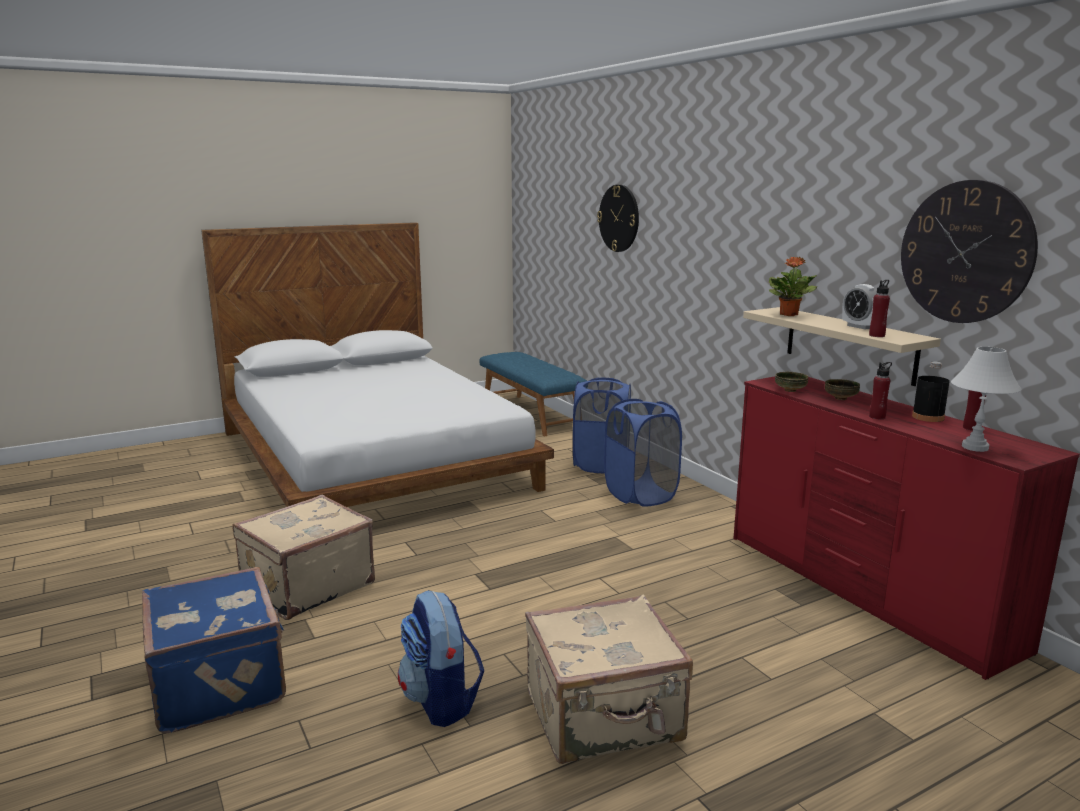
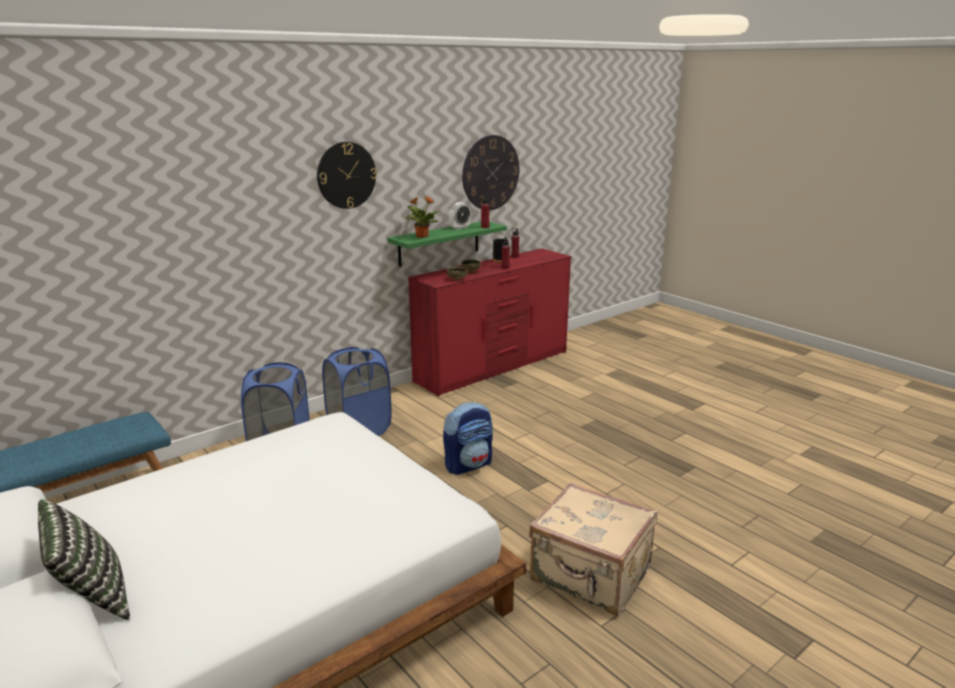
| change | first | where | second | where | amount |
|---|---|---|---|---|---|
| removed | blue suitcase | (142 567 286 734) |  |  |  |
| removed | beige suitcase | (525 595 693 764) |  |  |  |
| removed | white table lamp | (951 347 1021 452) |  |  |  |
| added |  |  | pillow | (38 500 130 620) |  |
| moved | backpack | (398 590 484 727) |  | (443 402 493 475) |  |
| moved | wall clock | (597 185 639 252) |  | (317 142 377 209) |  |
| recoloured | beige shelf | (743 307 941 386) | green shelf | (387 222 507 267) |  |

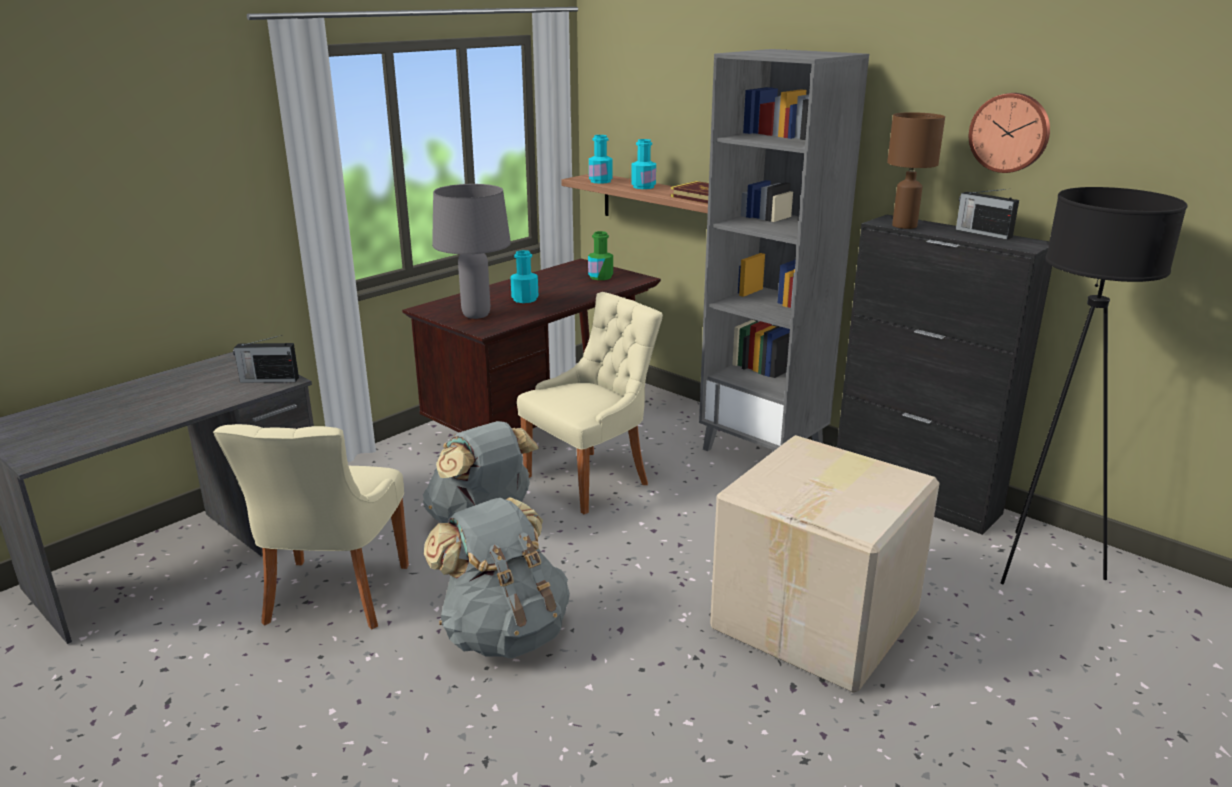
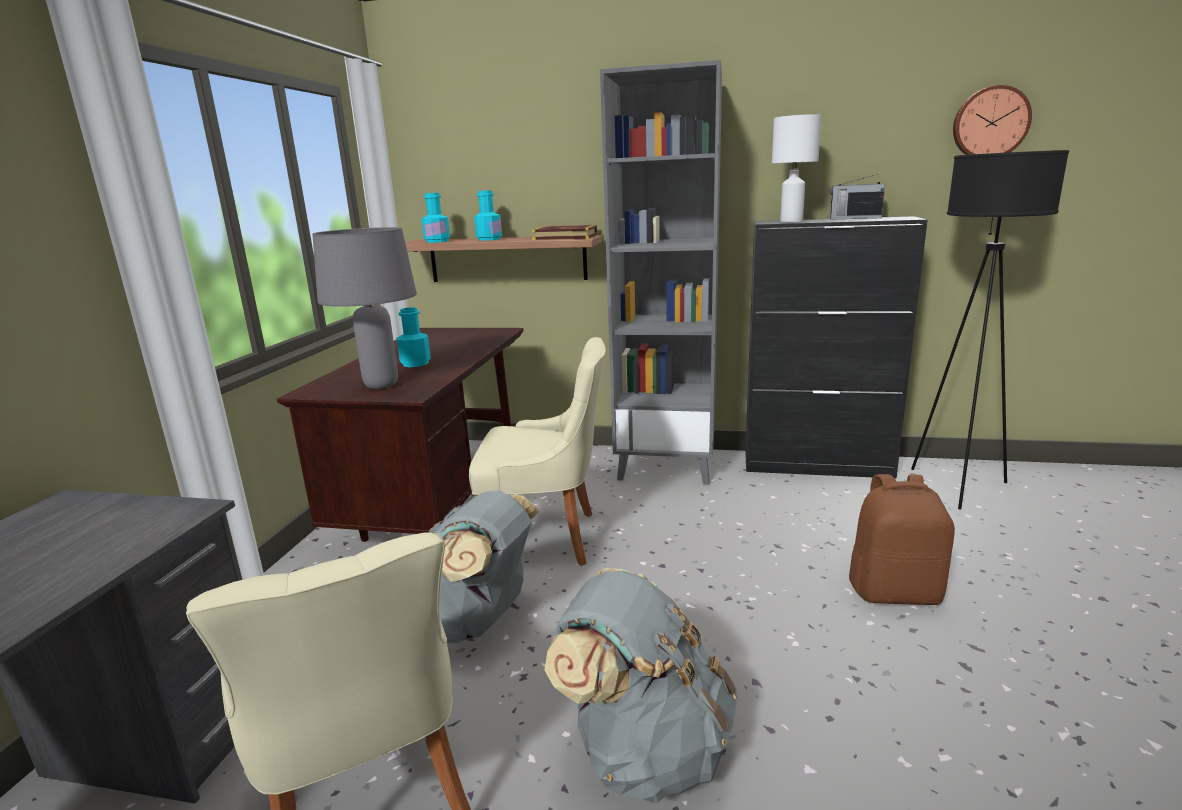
| change | first | where | second | where | amount |
|---|---|---|---|---|---|
| removed | radio | (233 335 299 383) |  |  |  |
| removed | green bottle | (588 231 613 280) |  |  |  |
| moved | wall clock | (969 93 1050 173) |  | (953 85 1032 155) |  |
| replaced | cardboard box | (710 435 940 693) | brown backpack | (849 474 955 605) |  |
| recoloured | brown table lamp | (887 112 945 229) | white table lamp | (772 114 821 223) |  |
| turned | beige chair | (517 292 663 514) |  | (469 337 606 566) | 75 degrees clockwise |

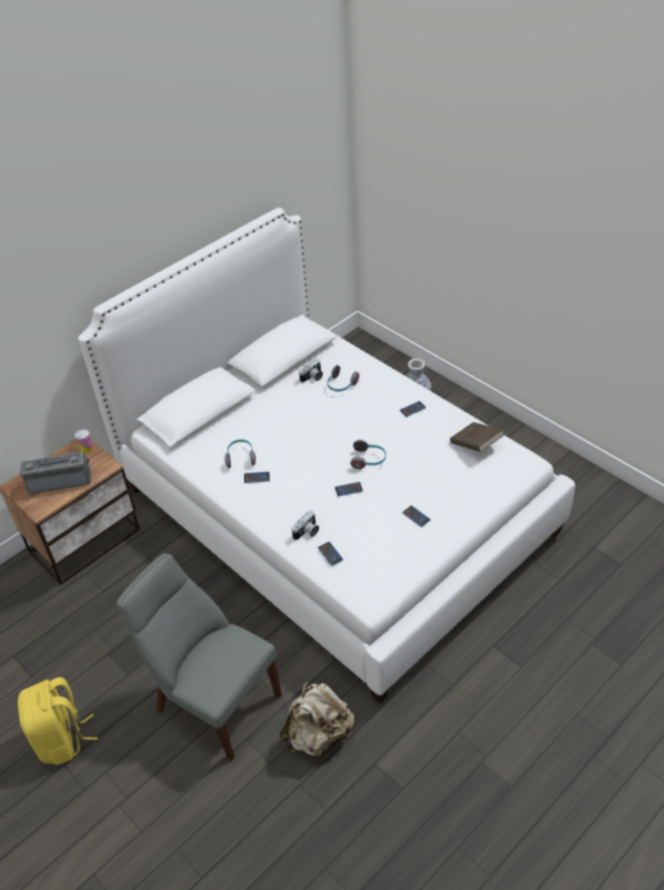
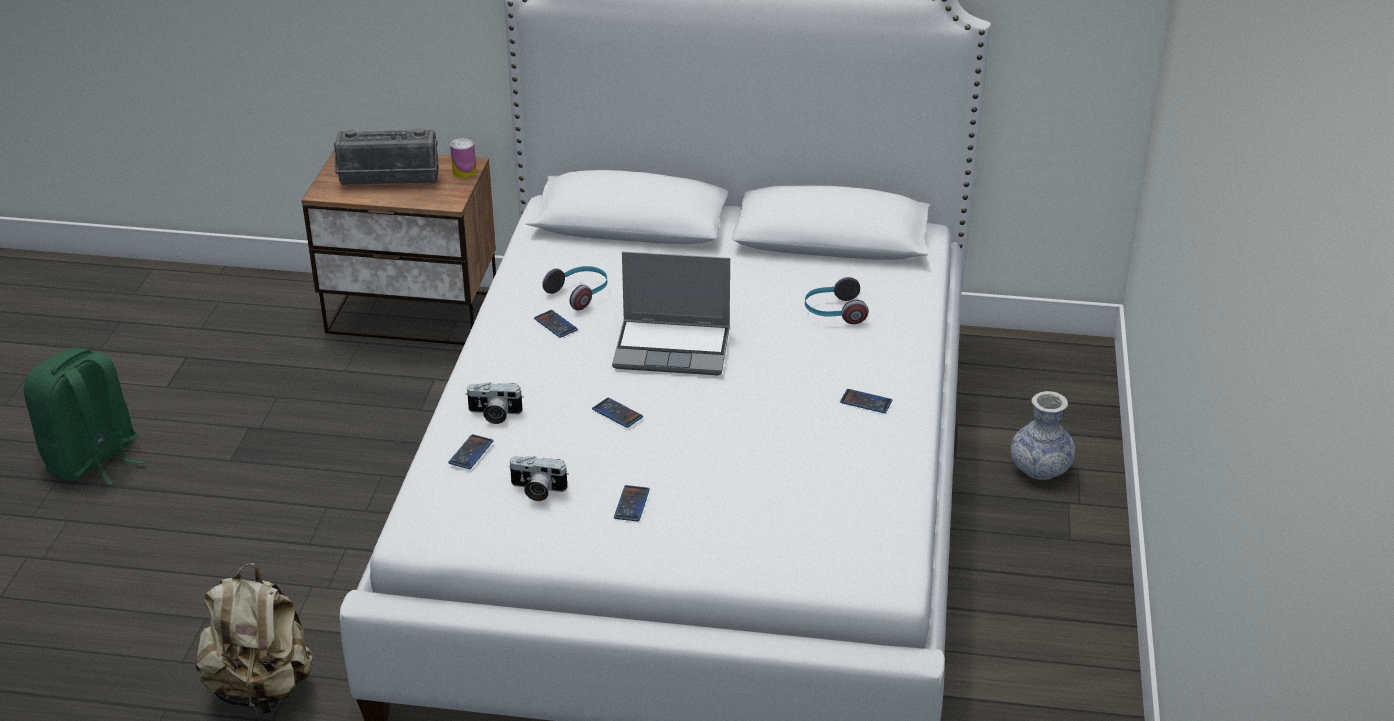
| change | first | where | second | where | amount |
|---|---|---|---|---|---|
| removed | grey chair | (117 553 282 761) |  |  |  |
| removed | headphones | (350 440 386 469) |  |  |  |
| removed | brown book | (450 422 504 452) |  |  |  |
| added |  |  | laptop | (612 252 730 375) |  |
| moved | photo camera | (299 359 323 382) |  | (508 456 568 501) |  |
| recoloured | yellow backpack | (18 677 98 765) | green backpack | (24 347 145 486) |  |
| turned | radio | (20 451 90 494) |  | (334 128 439 185) | 135 degrees clockwise |

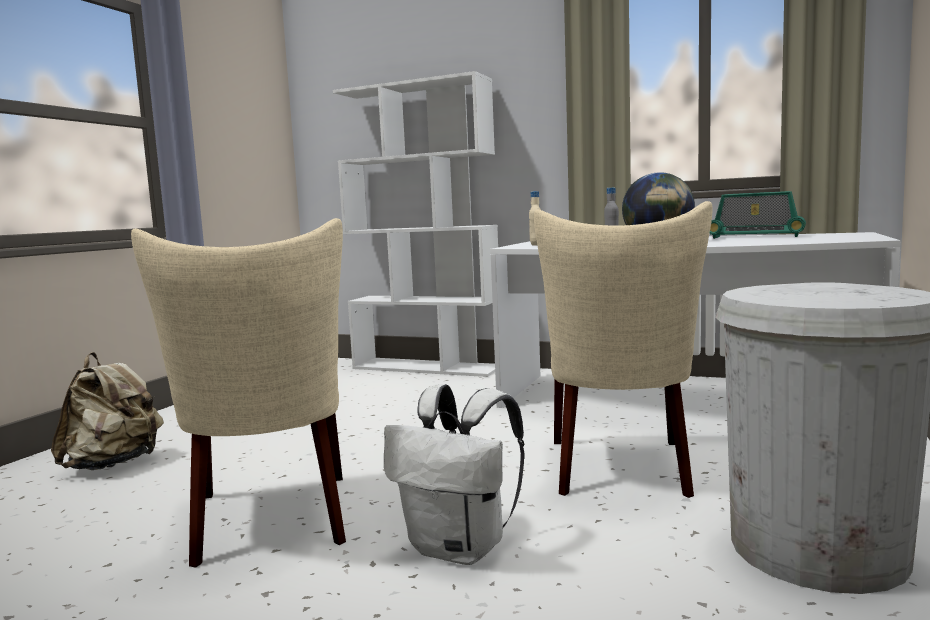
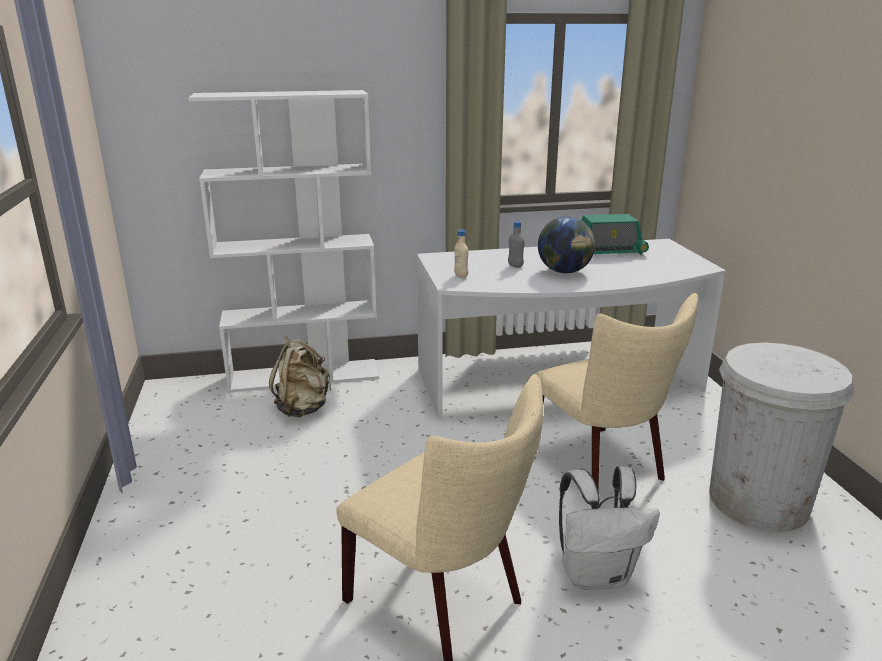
| change | first | where | second | where | amount |
|---|---|---|---|---|---|
| moved | beige backpack | (51 352 164 470) |  | (269 336 331 417) |  |

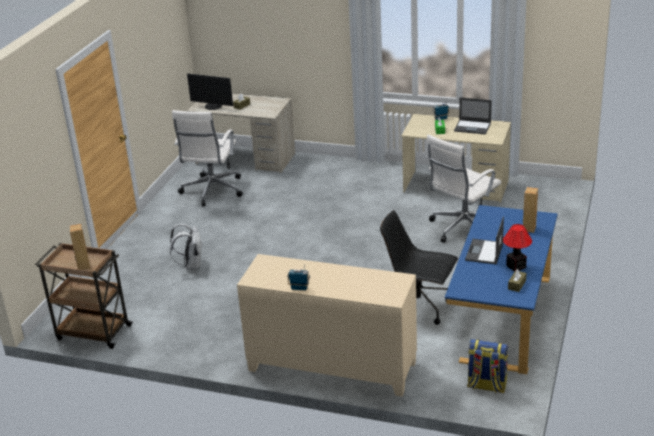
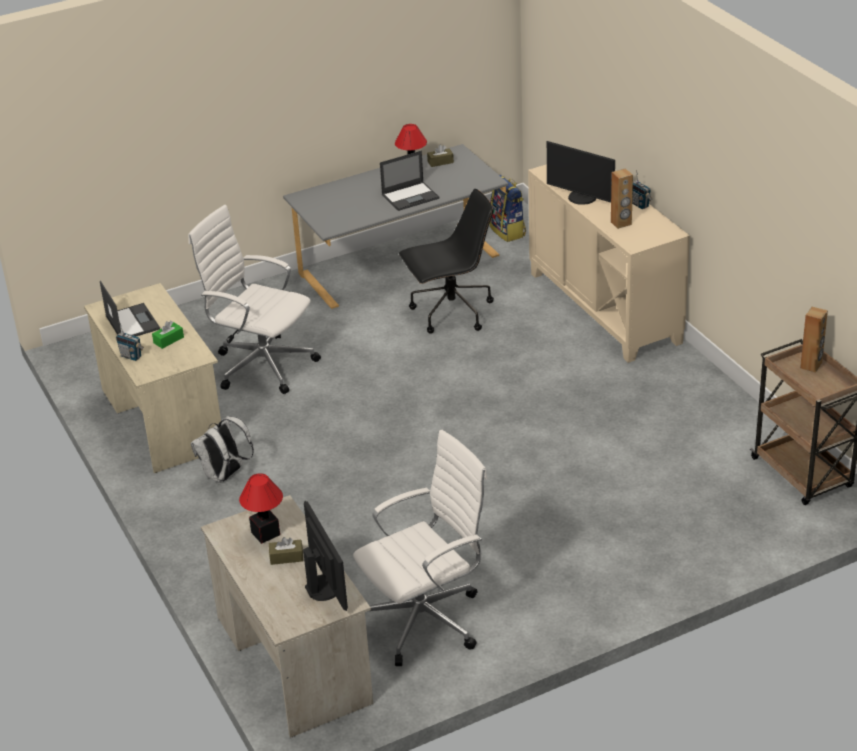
| change | first | where | second | where | amount |
|---|---|---|---|---|---|
| added |  |  | table lamp | (239 473 283 544) |  |
| added |  |  | monitor | (547 141 615 205) |  |
| moved | white backpack | (170 223 202 270) |  | (191 416 254 483) |  |
| moved | brown speaker | (523 187 538 233) |  | (611 169 633 229) |  |
| recoloured | blue desk | (445 205 558 374) | grey desk | (283 144 508 309) |  |
| turned | black office chair | (380 210 458 325) |  | (399 189 494 334) | 90 degrees counterclockwise |
| turned | white office chair | (426 134 501 242) |  | (188 205 321 394) | 150 degrees counterclockwise |

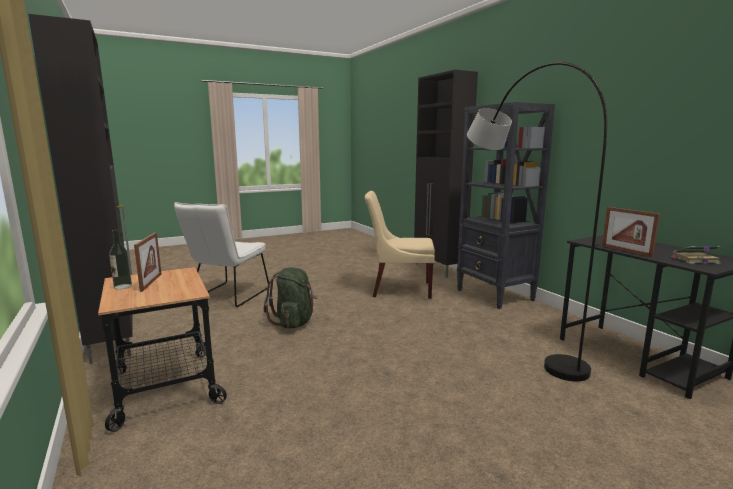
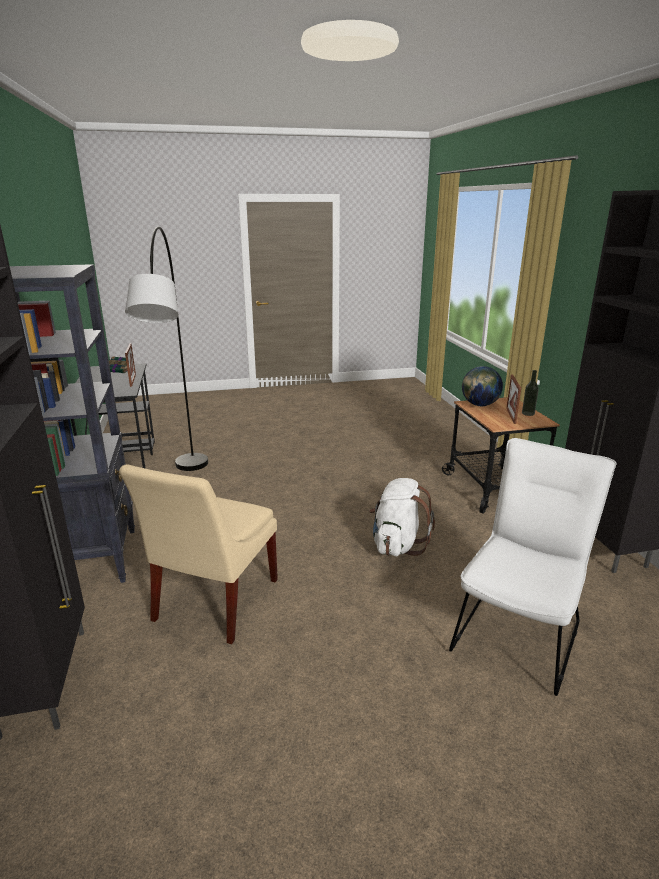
| change | first | where | second | where | amount |
|---|---|---|---|---|---|
| added |  |  | globe | (462 366 503 406) |  |
| recoloured | green backpack | (264 267 317 329) | white backpack | (369 478 435 556) |  |
| turned | beige chair | (365 191 435 299) |  | (119 464 278 644) | 90 degrees clockwise |

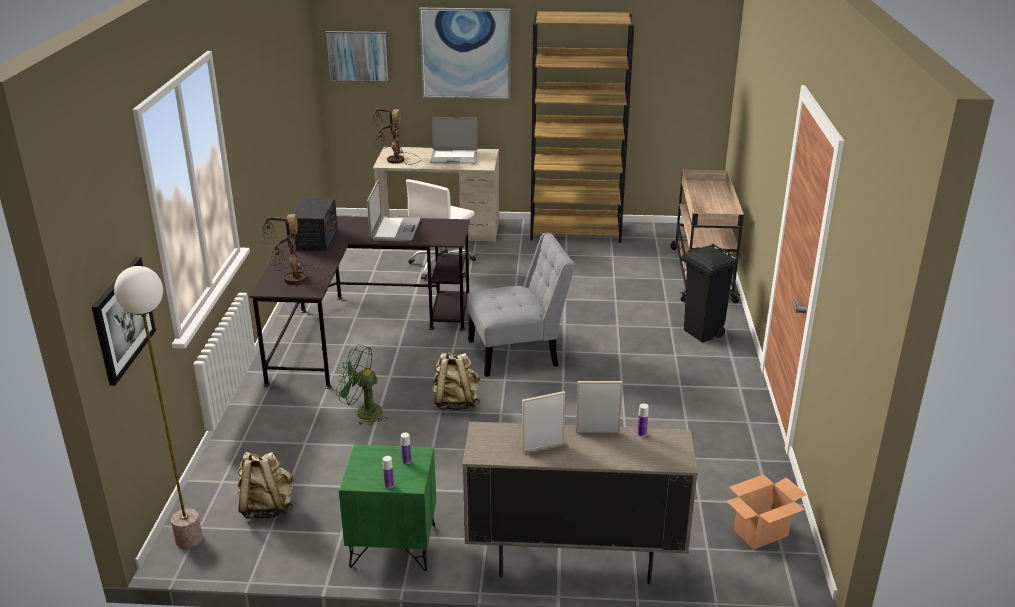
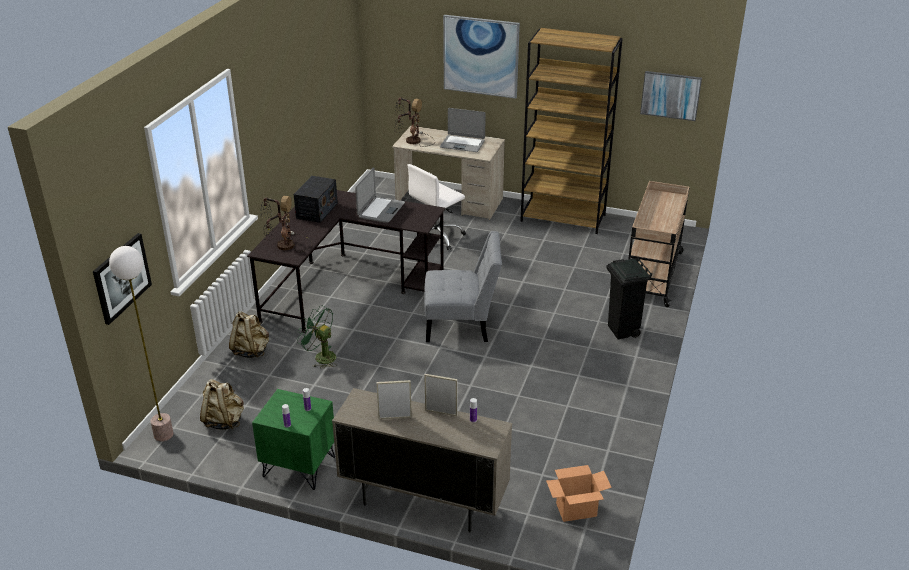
| change | first | where | second | where | amount |
|---|---|---|---|---|---|
| moved | picture | (325 31 390 82) |  | (640 71 702 121) |  |
| moved | beige backpack | (432 352 480 411) |  | (229 311 269 358) |  |

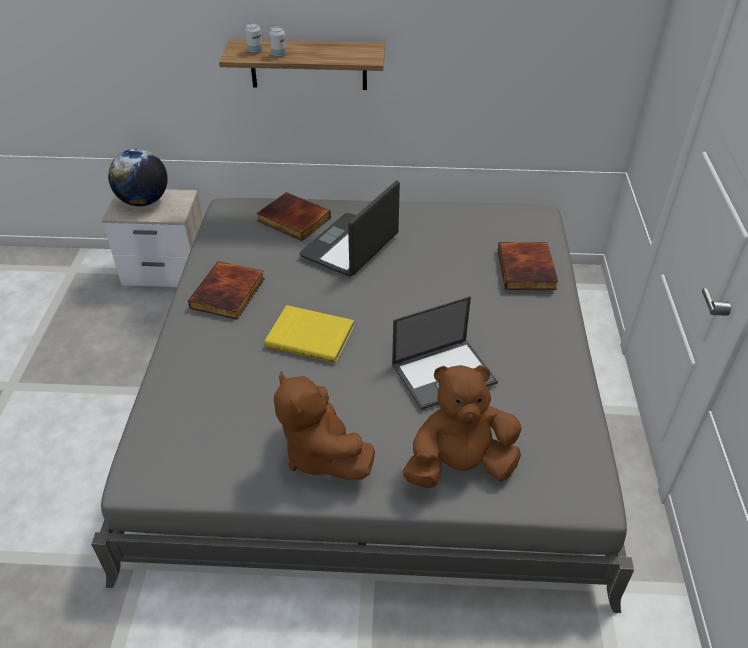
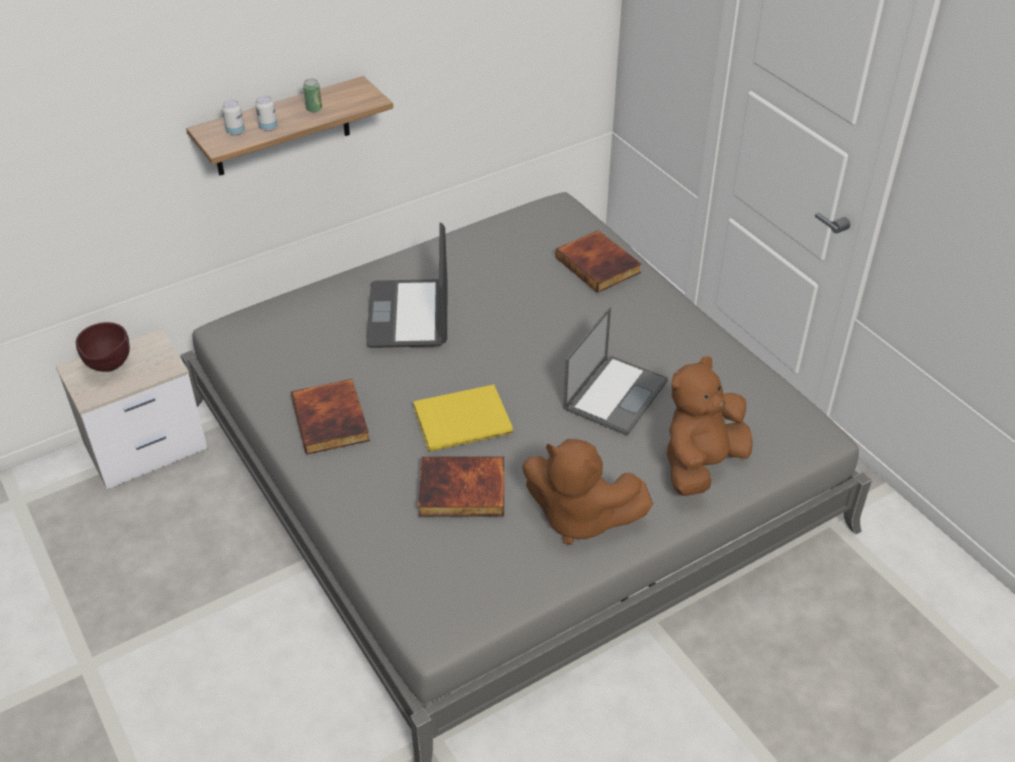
| change | first | where | second | where | amount |
|---|---|---|---|---|---|
| added |  |  | can | (303 78 322 112) |  |
| moved | book | (257 192 331 241) |  | (418 457 504 517) |  |
| replaced | globe | (108 149 168 206) | brown bowl | (76 322 130 372) |  |

